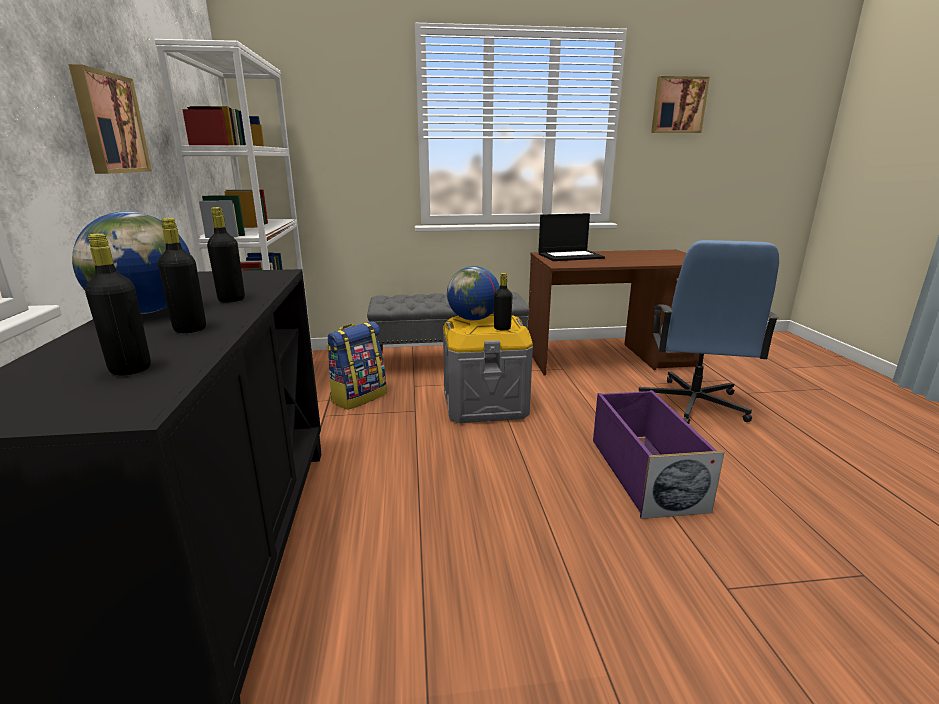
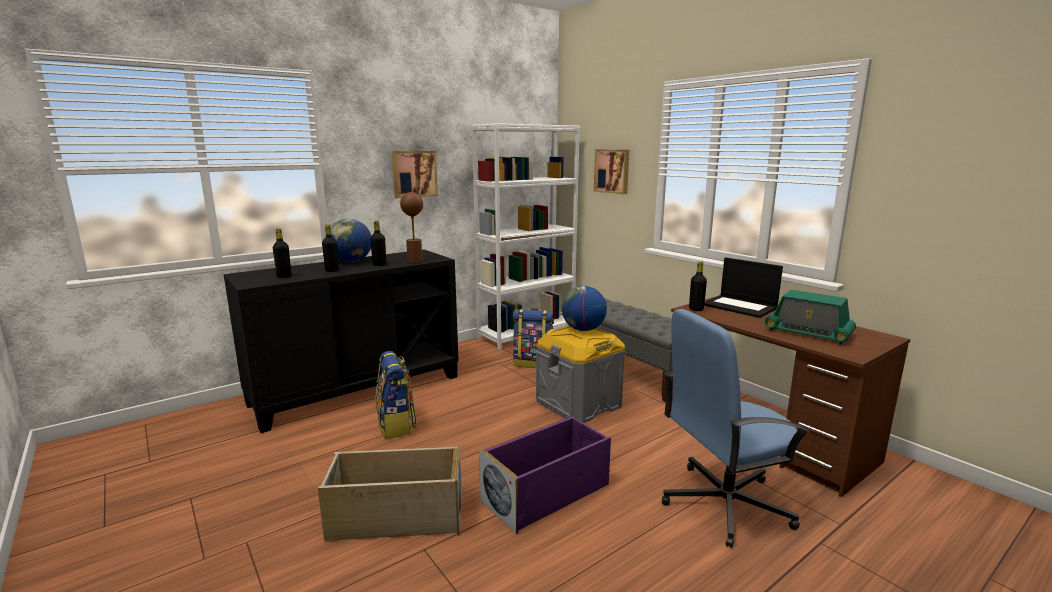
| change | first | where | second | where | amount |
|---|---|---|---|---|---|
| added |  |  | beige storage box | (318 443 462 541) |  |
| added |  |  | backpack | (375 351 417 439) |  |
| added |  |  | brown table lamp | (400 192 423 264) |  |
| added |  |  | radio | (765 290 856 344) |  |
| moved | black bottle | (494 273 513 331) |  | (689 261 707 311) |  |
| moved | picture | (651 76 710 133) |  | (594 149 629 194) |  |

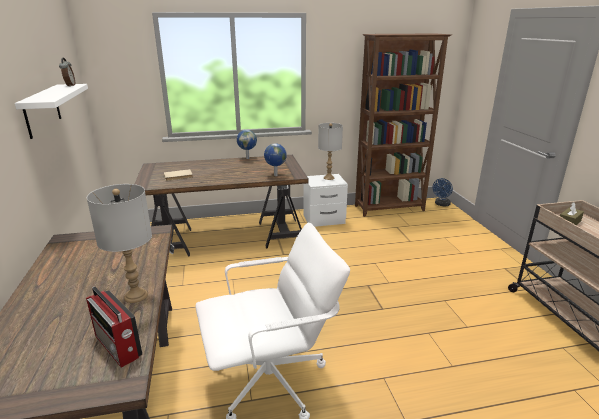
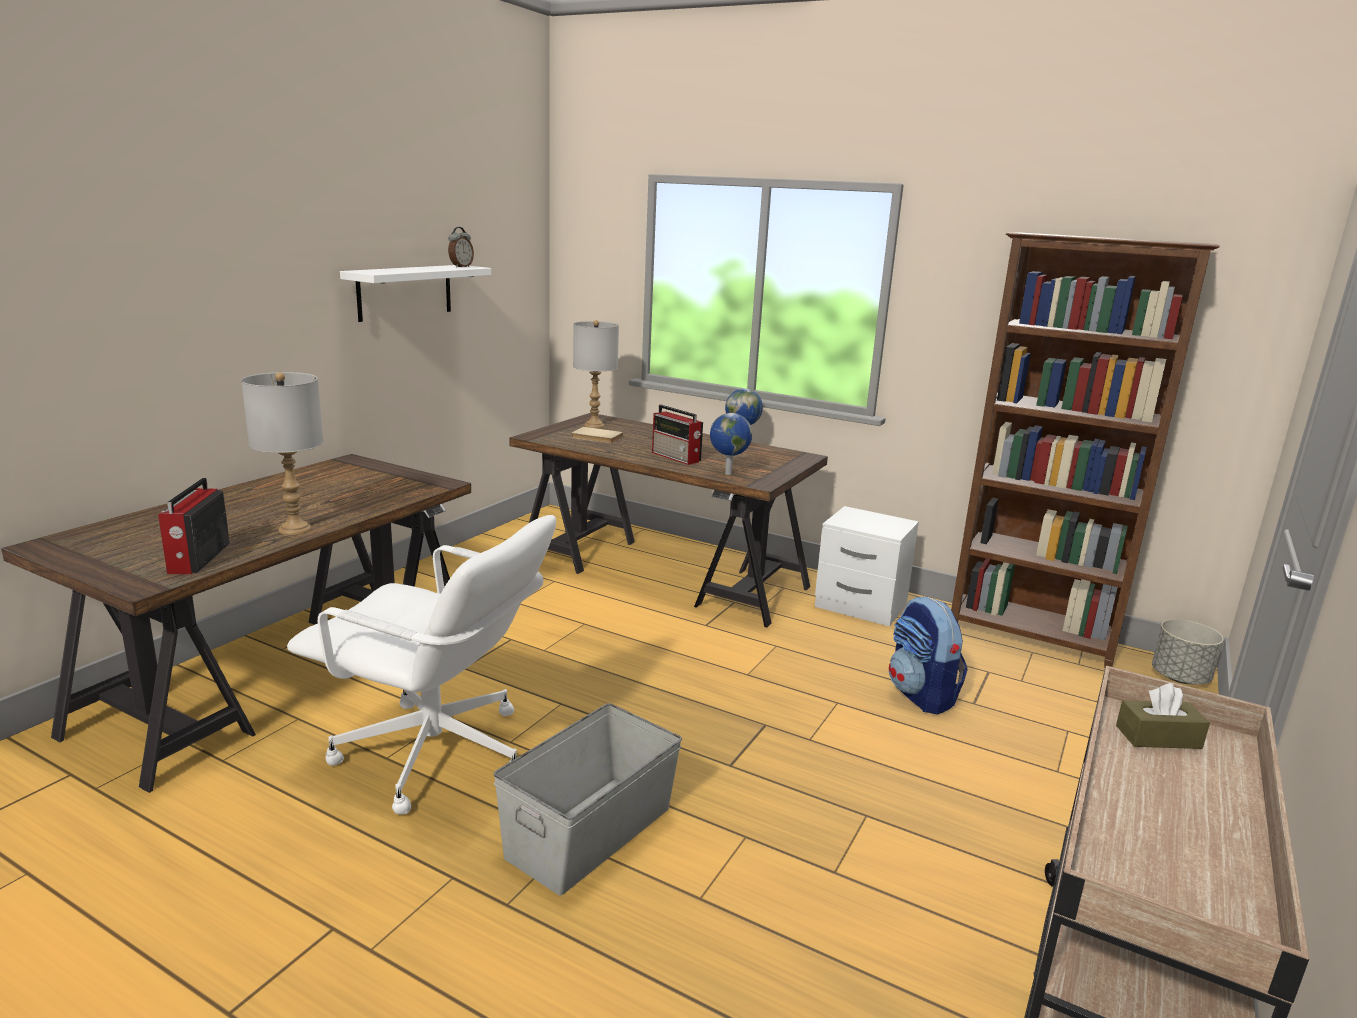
| change | first | where | second | where | amount |
|---|---|---|---|---|---|
| added |  |  | grey storage box | (493 703 682 896) |  |
| added |  |  | radio | (652 405 703 465) |  |
| added |  |  | backpack | (889 597 968 714) |  |
| moved | grey table lamp | (318 123 343 180) |  | (573 320 619 428) |  |
| replaced | blue fan | (433 178 453 206) | grey planter | (1152 619 1224 684) |  |

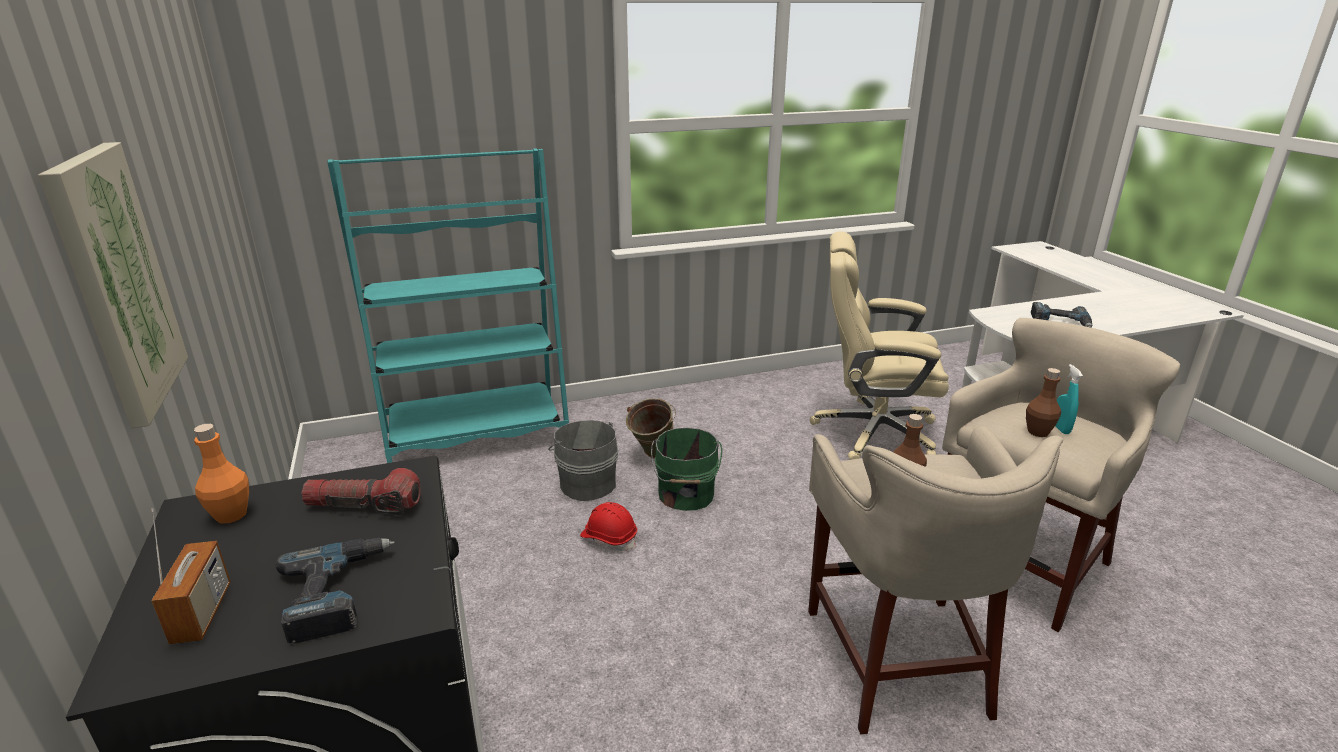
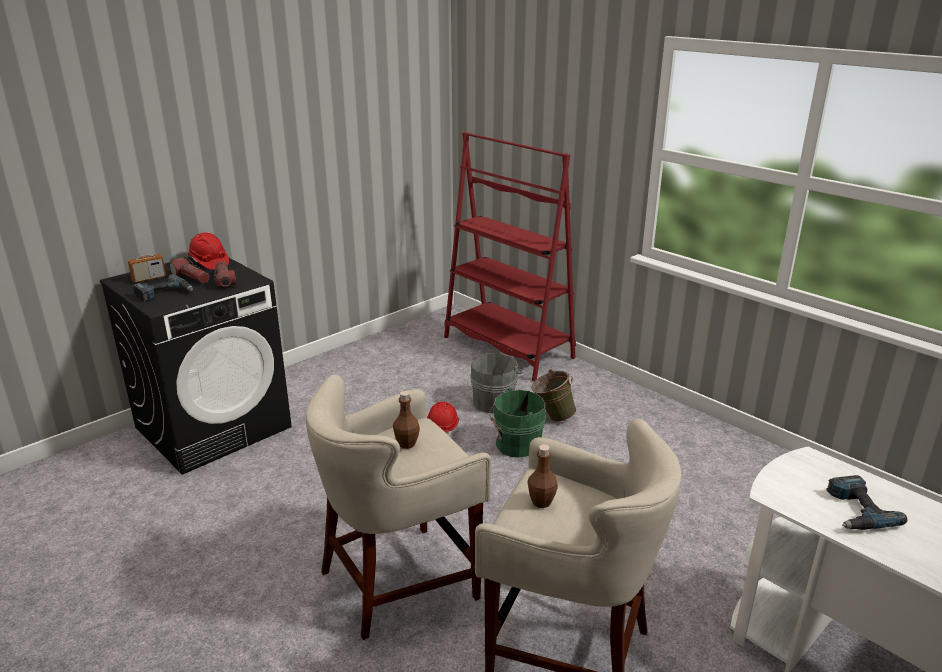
| change | first | where | second | where | amount |
|---|---|---|---|---|---|
| removed | picture | (38 142 188 429) |  |  |  |
| removed | beige office chair | (810 231 949 460) |  |  |  |
| removed | turquoise spray bottle | (1055 364 1083 434) |  |  |  |
| added |  |  | flashlight | (169 257 209 283) |  |
| replaced | orange bottle | (194 424 249 523) | red hard hat | (188 233 229 270) |  |
| recoloured | turquoise bookcase | (327 148 569 463) | red bookcase | (444 131 576 381) |  |

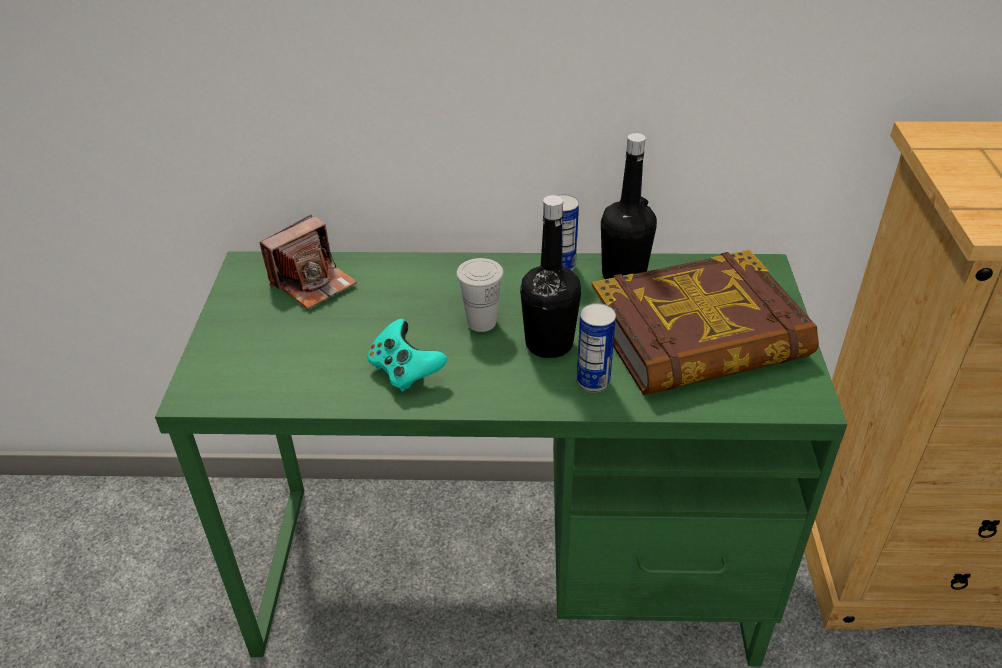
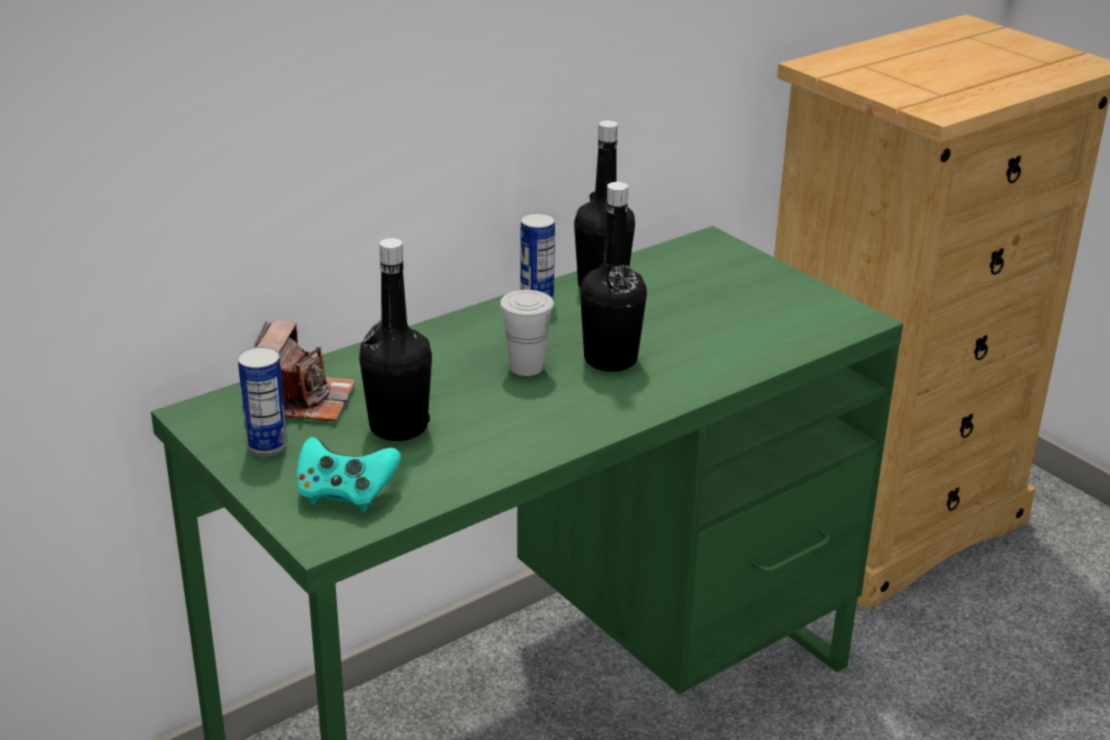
| change | first | where | second | where | amount |
|---|---|---|---|---|---|
| removed | book | (592 250 819 395) |  |  |  |
| added |  |  | black bottle | (359 238 432 441) |  |
| moved | turquoise game controller | (367 319 447 392) |  | (297 437 401 512) |  |
| moved | can | (576 303 616 393) |  | (238 347 287 457) |  |

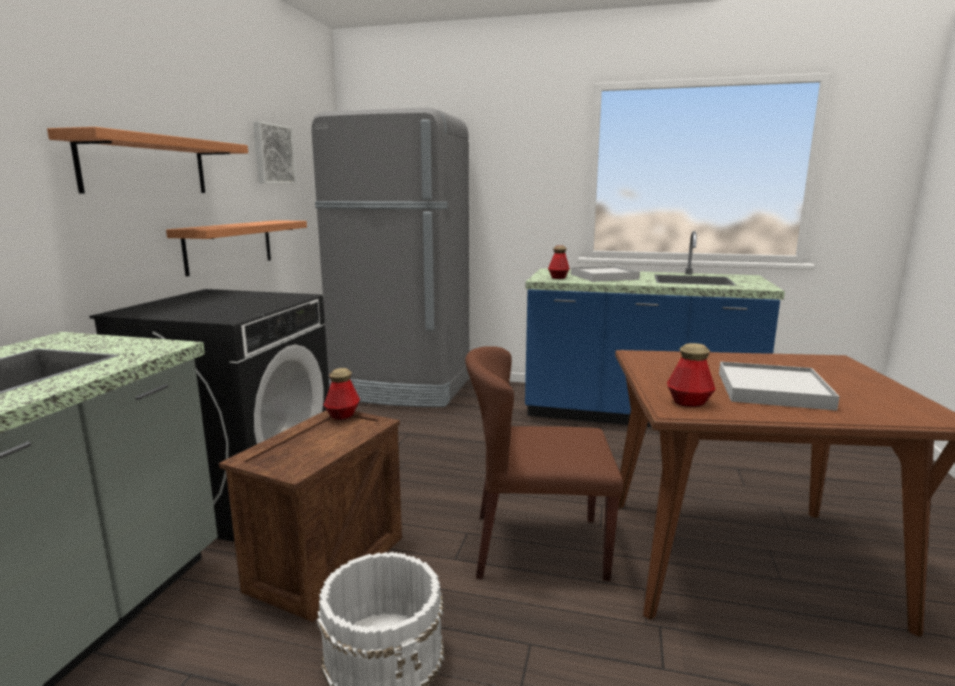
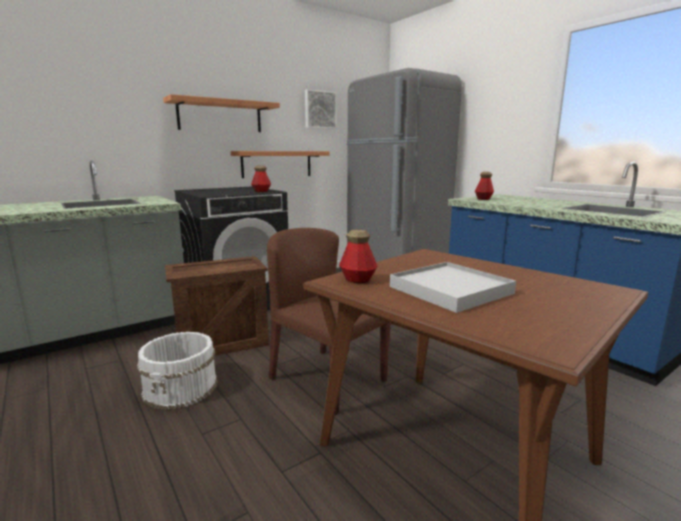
| change | first | where | second | where | amount |
|---|---|---|---|---|---|
| removed | white tray | (571 266 640 282) |  |  |  |
| moved | bottle | (323 368 360 420) |  | (251 166 271 192) |  |

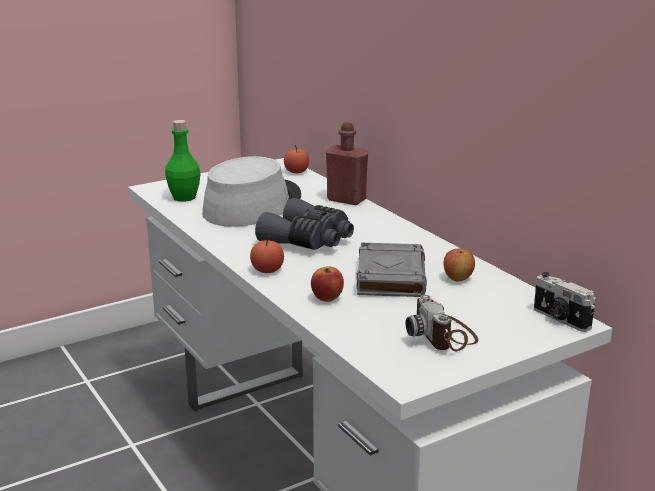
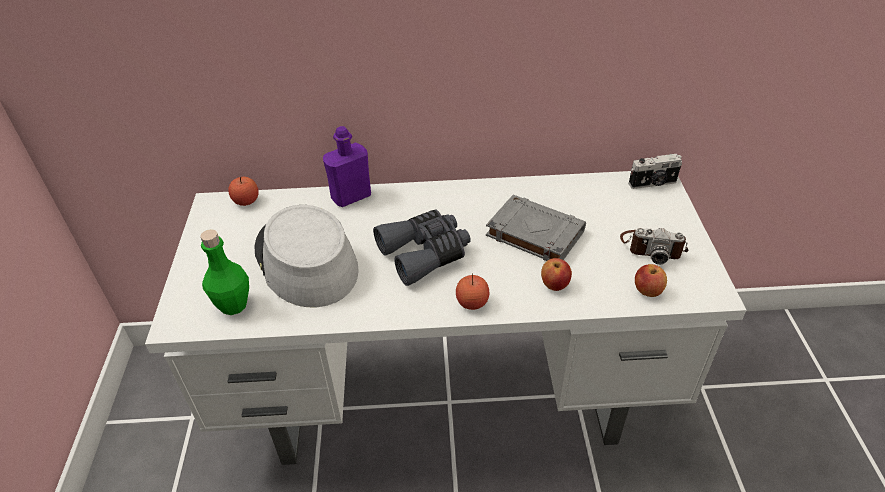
| change | first | where | second | where | amount |
|---|---|---|---|---|---|
| moved | apple | (443 249 475 282) |  | (635 264 667 297) |  |
| recoloured | red bottle | (326 122 368 205) | purple bottle | (323 126 371 207) |  |

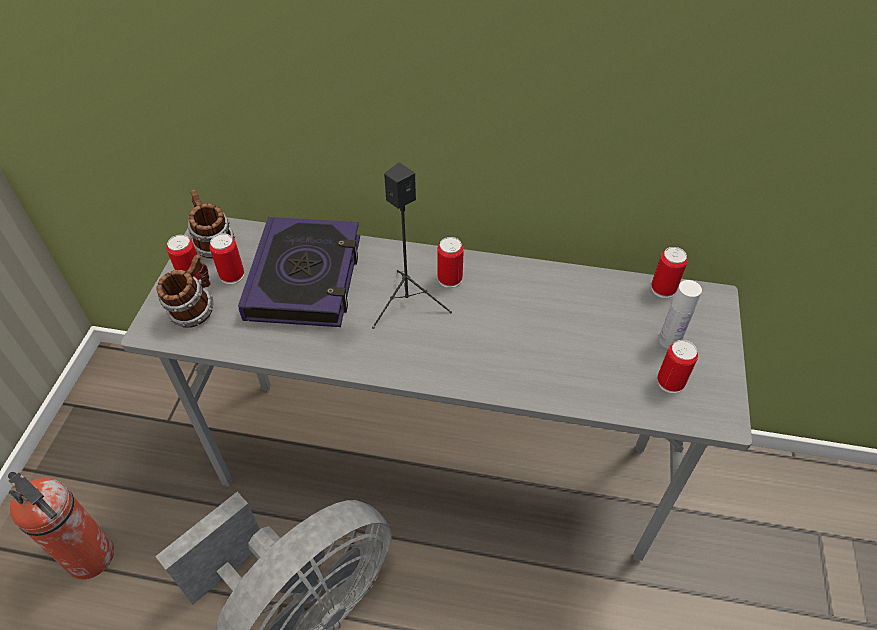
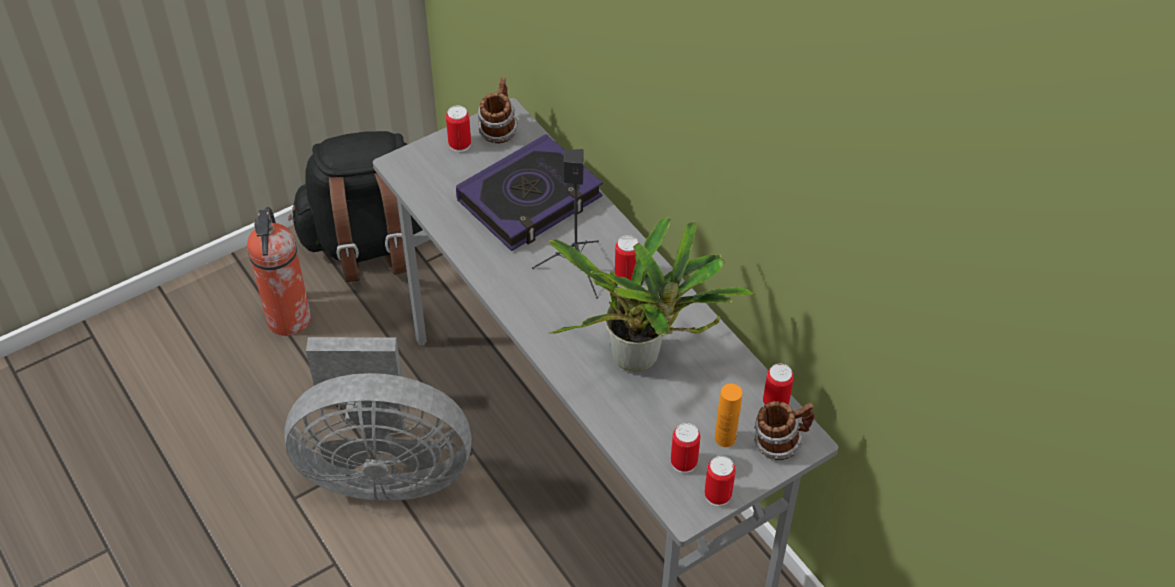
| change | first | where | second | where | amount |
|---|---|---|---|---|---|
| added |  |  | black backpack | (288 131 423 282) |  |
| added |  |  | potted plant | (549 216 756 372) |  |
| moved | mug | (156 255 213 328) |  | (754 401 814 460) |  |
| moved | can | (209 233 244 284) |  | (704 456 736 506) |  |
| recoloured | white bottle | (659 280 702 348) | orange bottle | (715 384 742 447) |  |

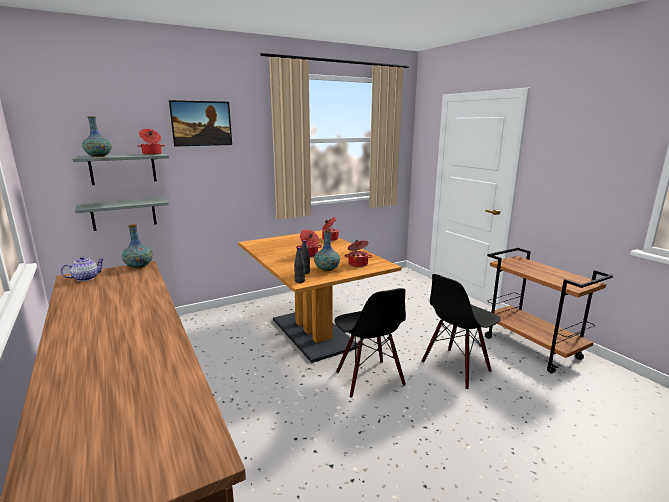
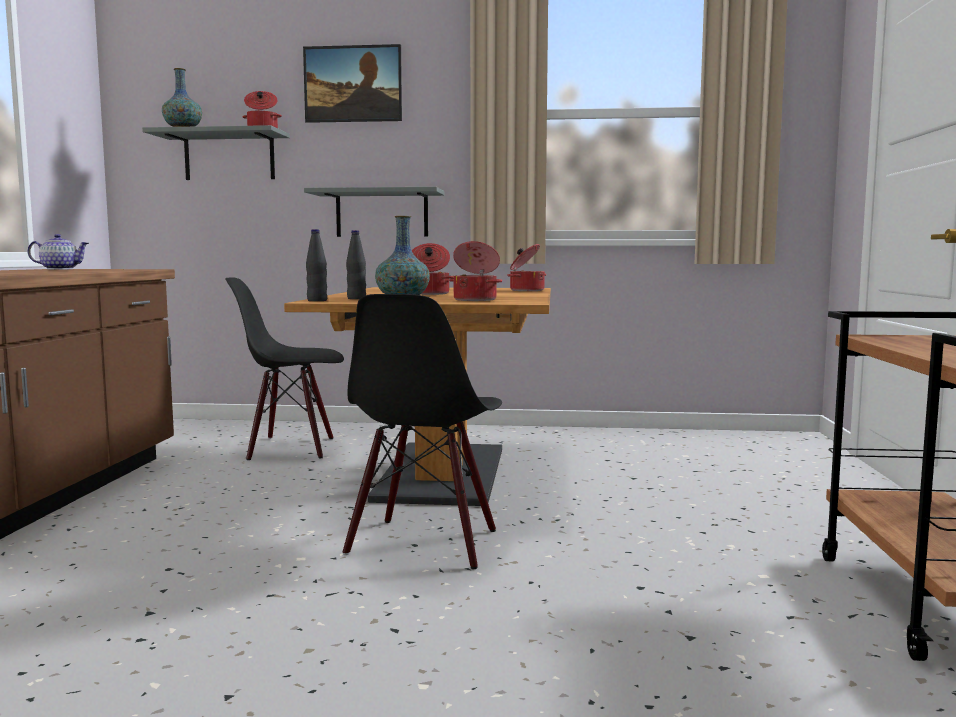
| change | first | where | second | where | amount |
|---|---|---|---|---|---|
| removed | vase | (122 224 153 269) |  |  |  |
| moved | grey shelf | (75 197 169 231) |  | (304 187 444 237) |  |
| moved | black chair | (422 274 501 389) |  | (225 277 344 460) |  |

